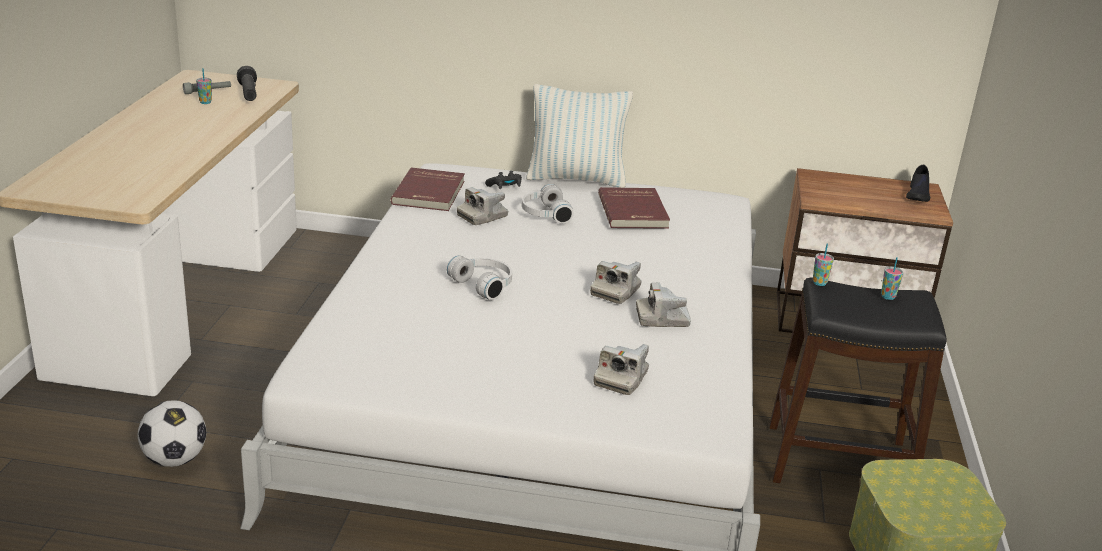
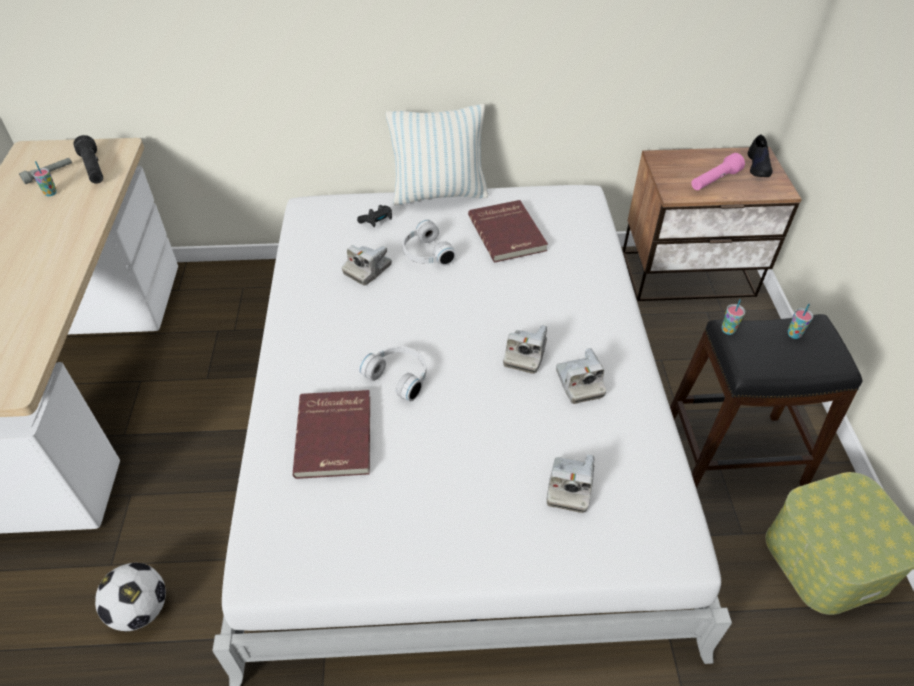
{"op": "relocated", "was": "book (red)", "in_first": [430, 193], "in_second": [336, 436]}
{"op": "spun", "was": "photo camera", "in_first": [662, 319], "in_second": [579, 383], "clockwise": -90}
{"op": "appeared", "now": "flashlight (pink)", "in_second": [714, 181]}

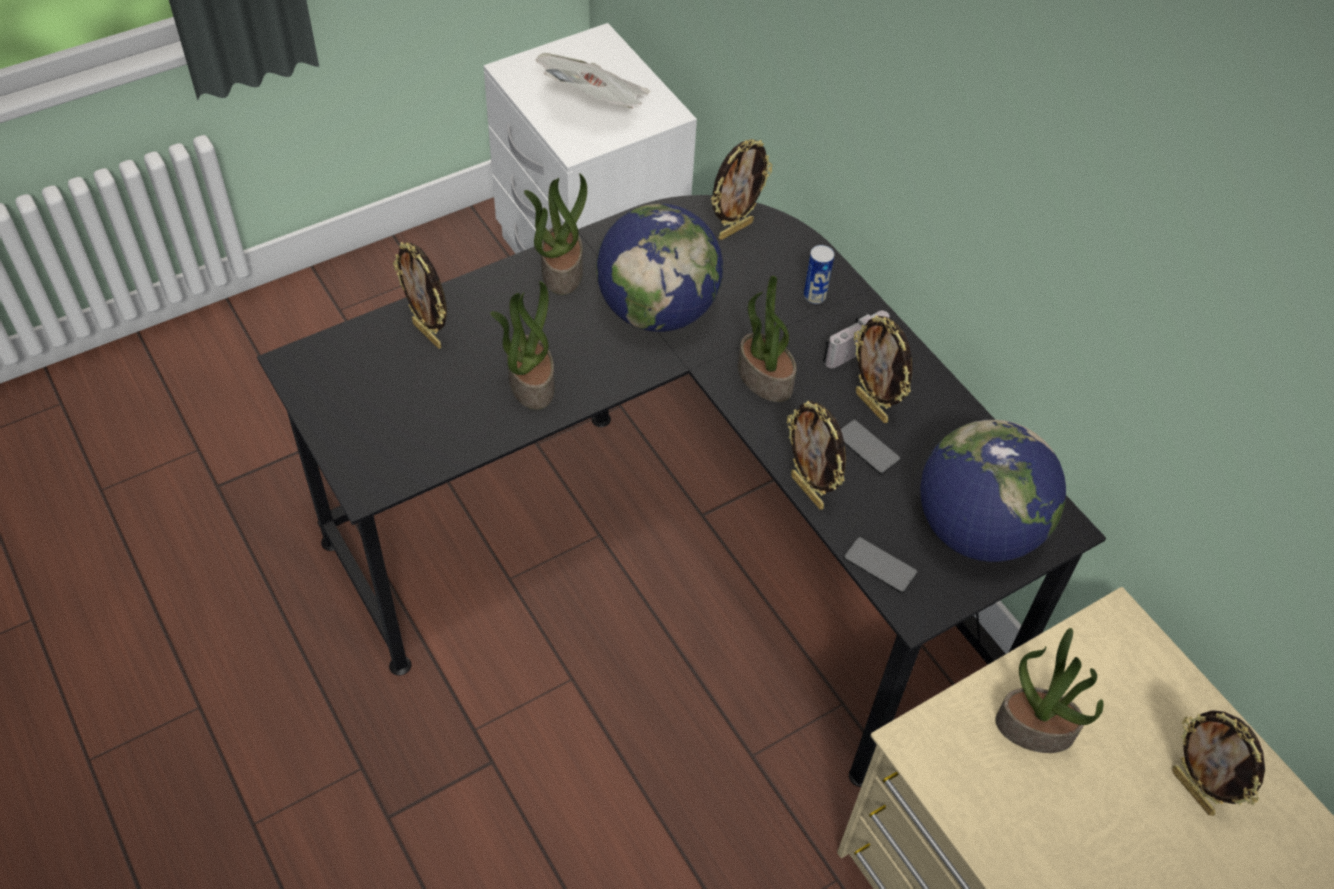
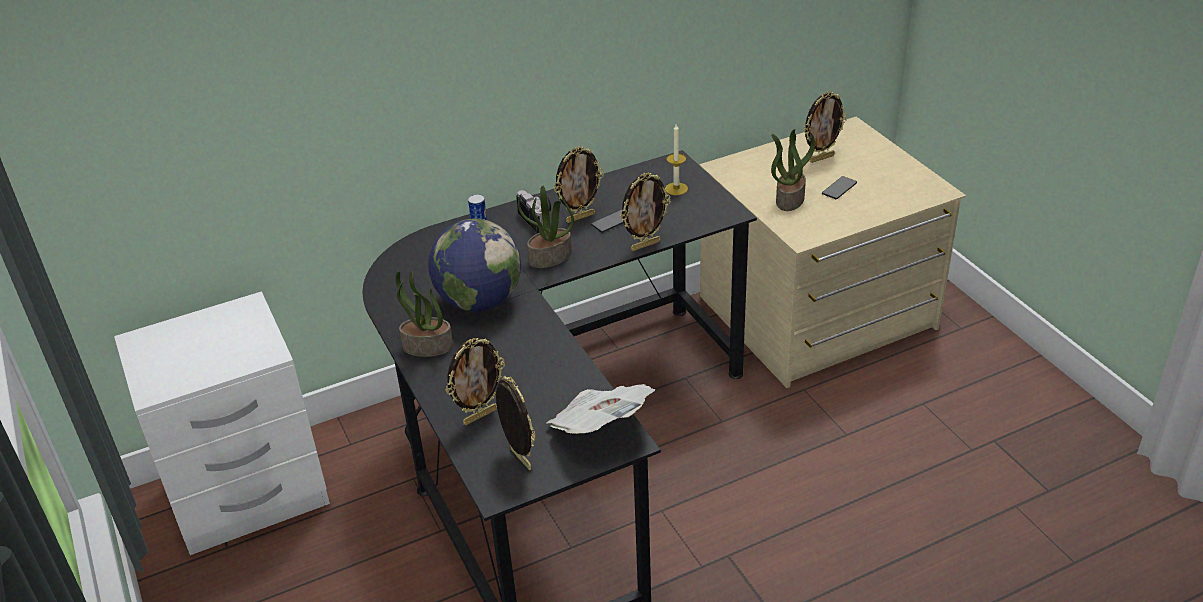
{"op": "relocated", "was": "newspaper", "in_first": [596, 104], "in_second": [600, 427]}
{"op": "relocated", "was": "picture frame", "in_first": [735, 229], "in_second": [519, 459]}
{"op": "missing", "was": "potted plant", "in_first": [530, 382]}
{"op": "exchanged", "was": "globe", "now": "candle", "in_first": [976, 530], "in_second": [676, 189]}
{"op": "relocated", "was": "phone", "in_first": [880, 566], "in_second": [839, 188]}

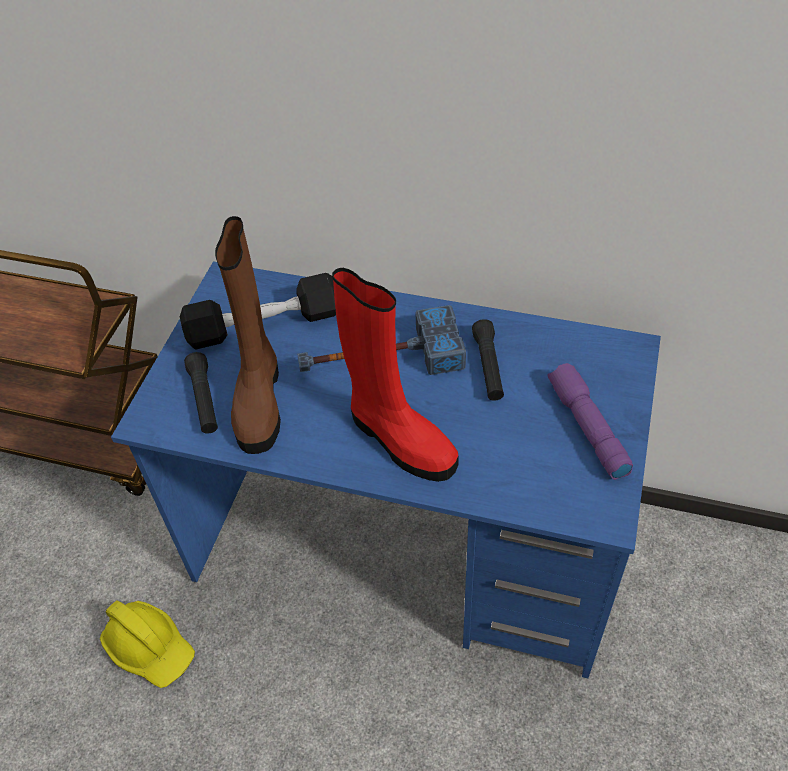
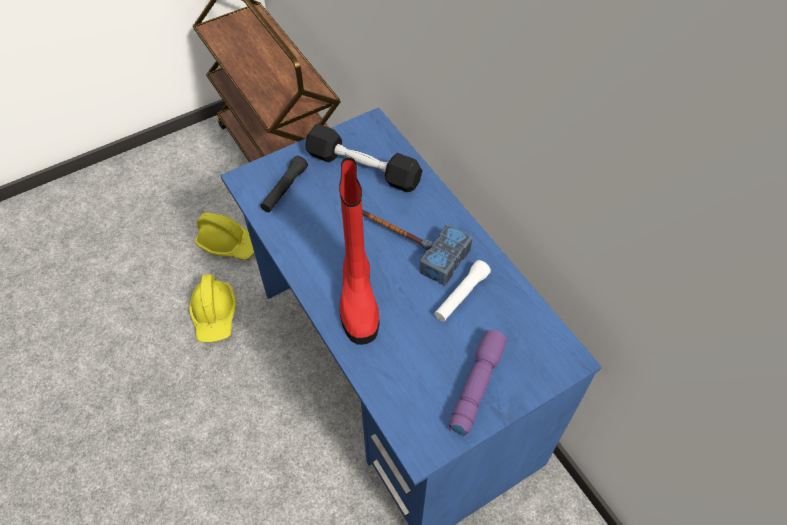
{"op": "missing", "was": "boot (brown)", "in_first": [259, 400]}
{"op": "colour", "was": "flashlight (black)", "now": "flashlight (white)", "in_first": [488, 367], "in_second": [461, 296]}
{"op": "appeared", "now": "hard hat (yellow)", "in_second": [229, 243]}

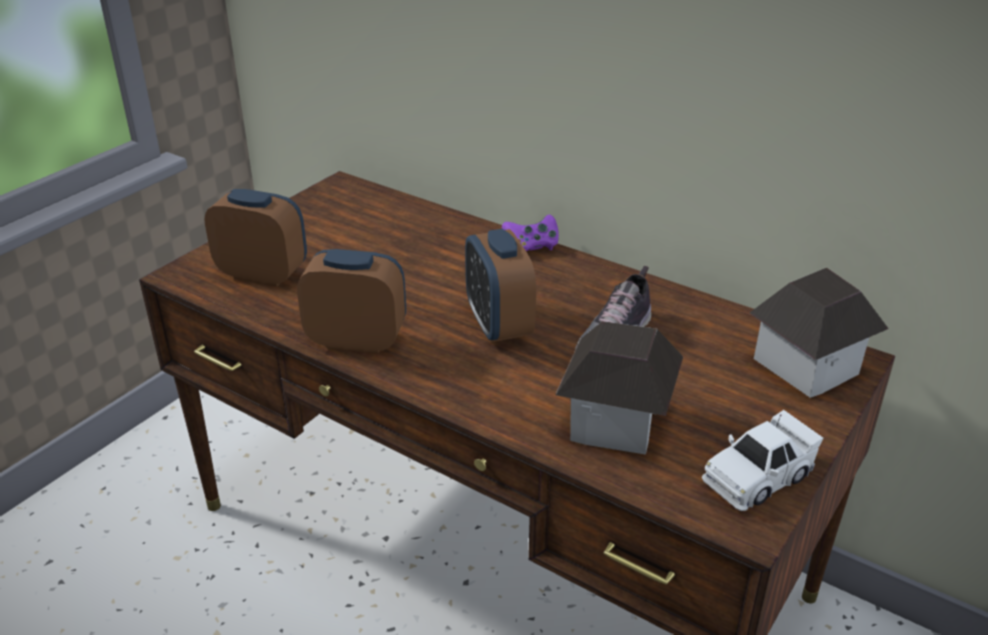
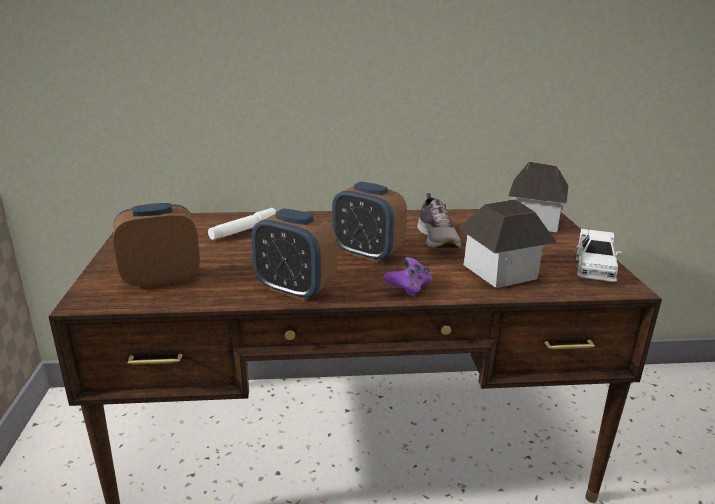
{"op": "relocated", "was": "game controller (purple)", "in_first": [532, 246], "in_second": [408, 288]}
{"op": "spun", "was": "alarm clock", "in_first": [357, 340], "in_second": [294, 289], "clockwise": -120}
{"op": "appeared", "now": "flashlight (white)", "in_second": [244, 231]}

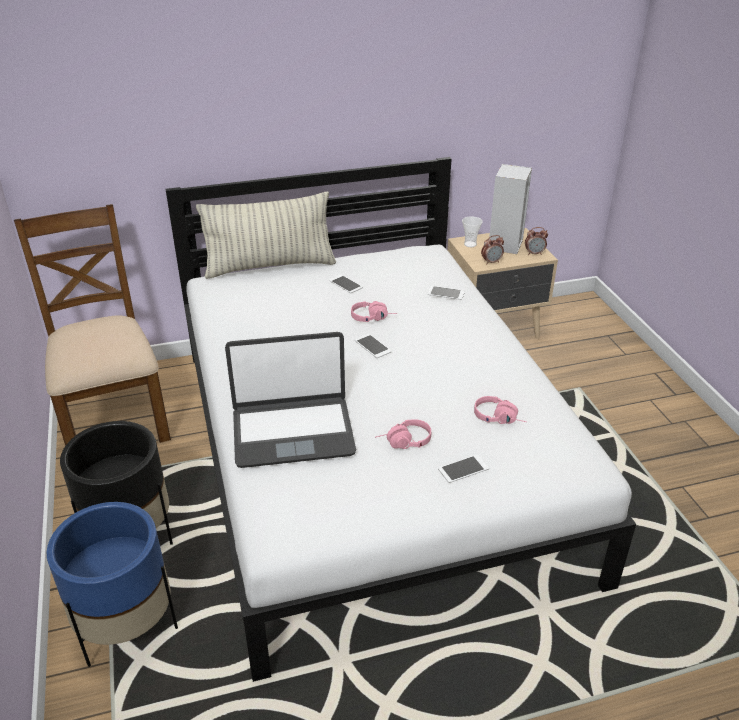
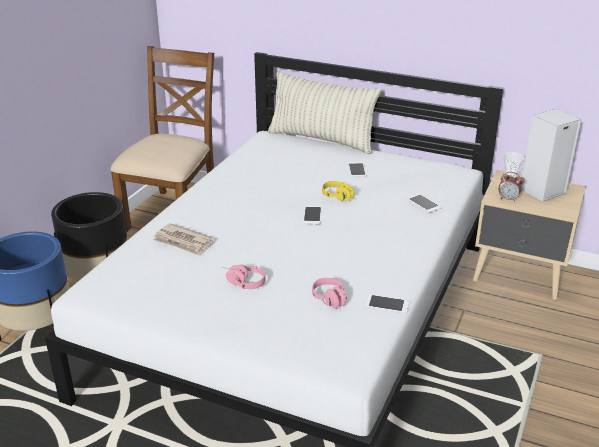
{"op": "missing", "was": "alarm clock", "in_first": [534, 253]}
{"op": "colour", "was": "headphones (pink)", "now": "headphones (yellow)", "in_first": [373, 317], "in_second": [341, 197]}
{"op": "exchanged", "was": "laptop", "now": "newspaper", "in_first": [293, 432], "in_second": [183, 242]}
{"op": "relocated", "was": "phone", "in_first": [463, 469], "in_second": [387, 304]}

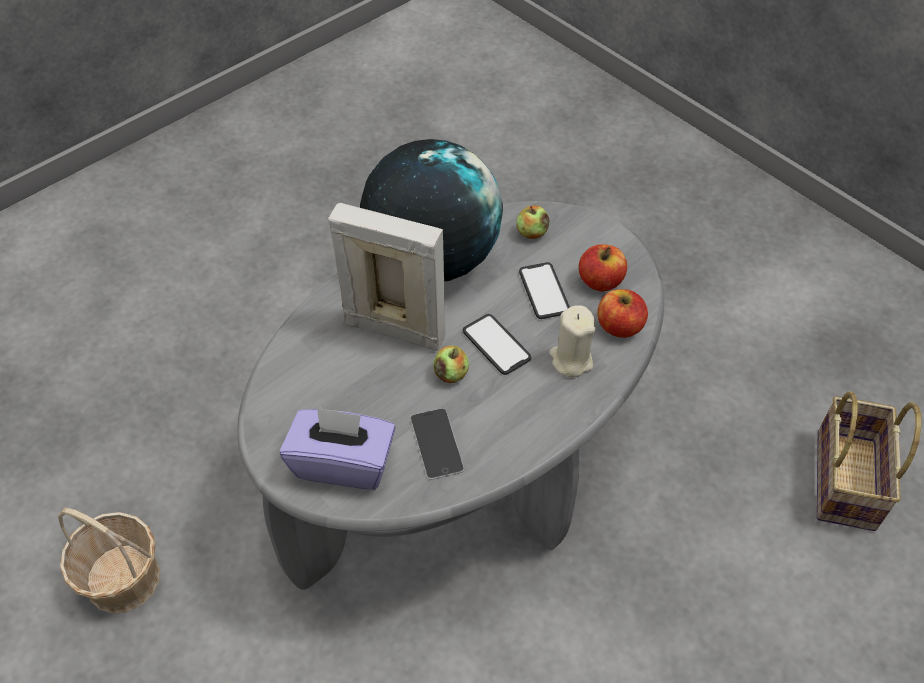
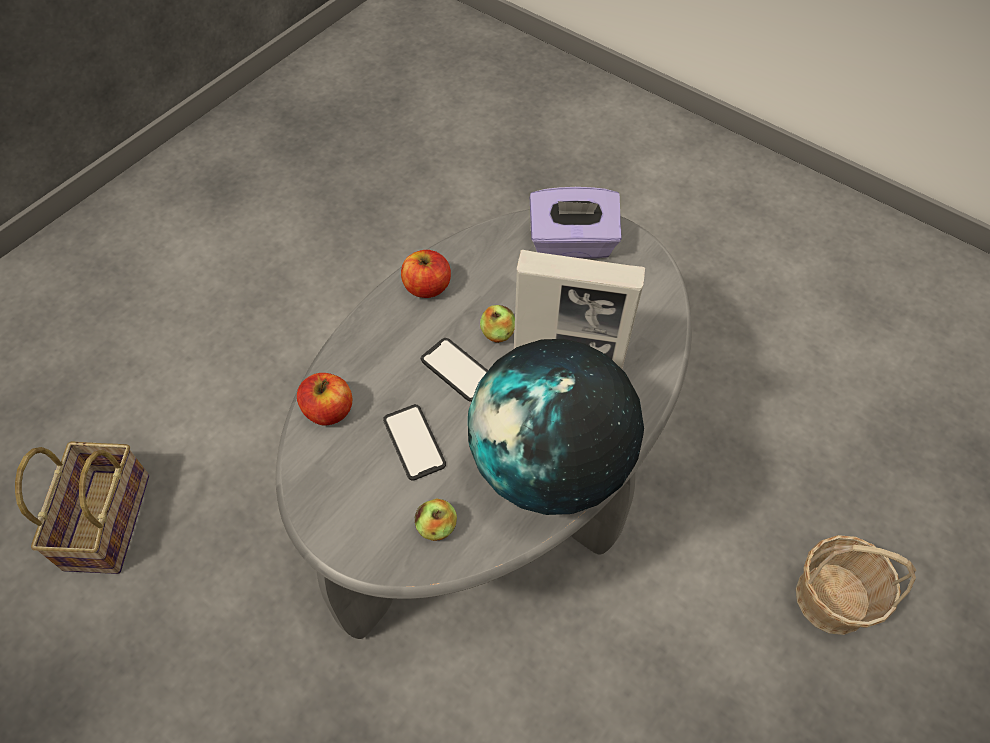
{"op": "relocated", "was": "apple", "in_first": [600, 281], "in_second": [427, 287]}
{"op": "missing", "was": "candle (beige)", "in_first": [571, 360]}
{"op": "missing", "was": "phone", "in_first": [436, 443]}
{"op": "relocated", "was": "basket", "in_first": [123, 579], "in_second": [831, 598]}

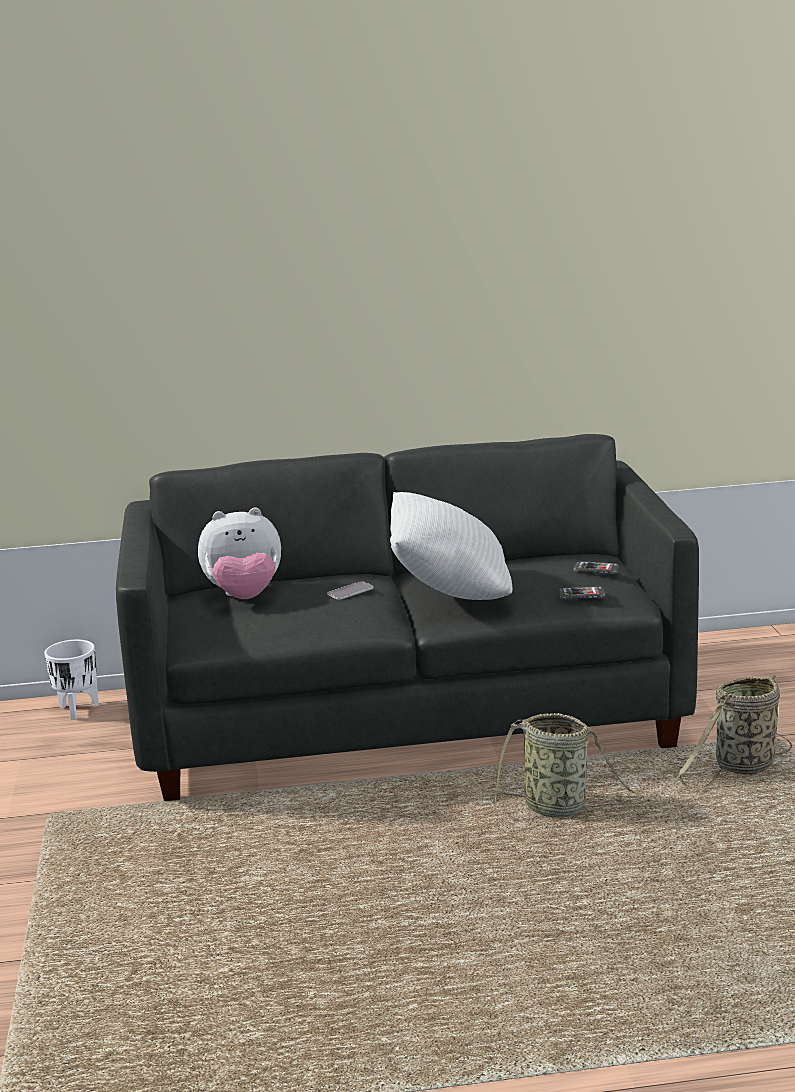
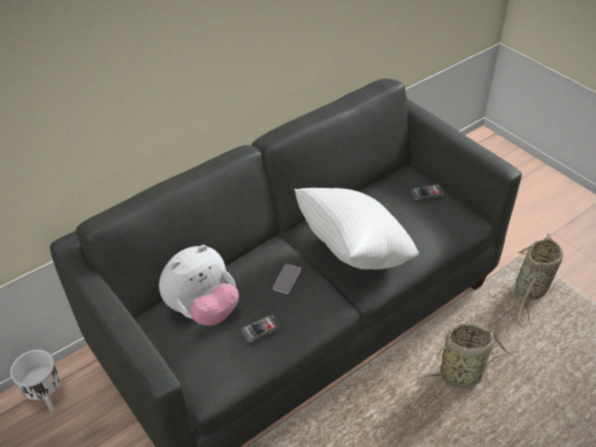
{"op": "relocated", "was": "phone", "in_first": [581, 595], "in_second": [261, 329]}

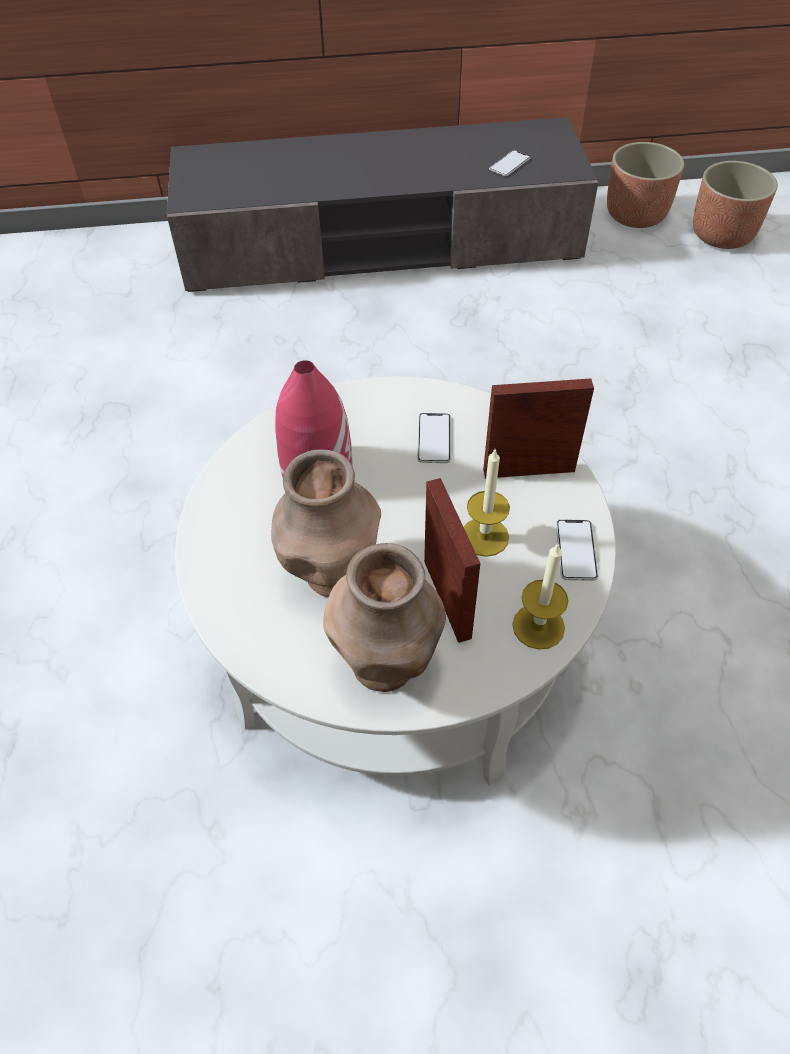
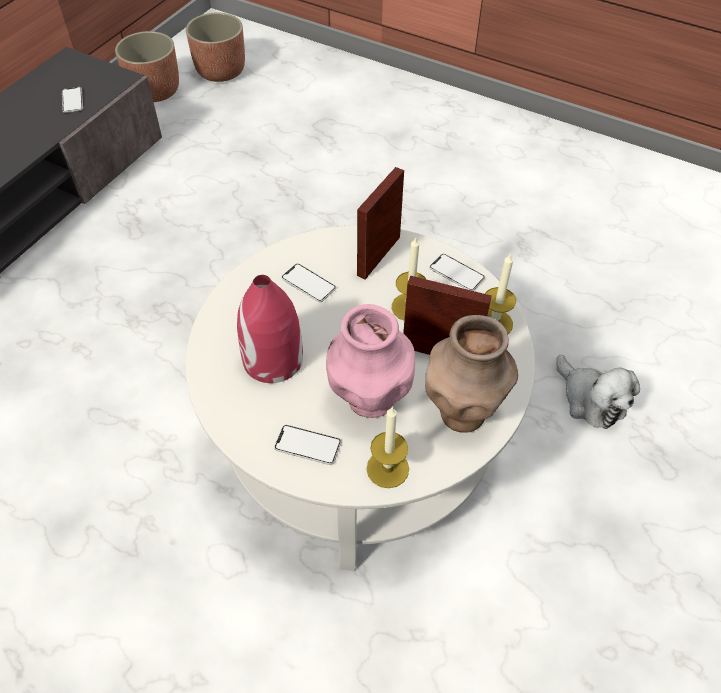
{"op": "colour", "was": "vase (brown)", "now": "vase (pink)", "in_first": [332, 574], "in_second": [369, 400]}
{"op": "appeared", "now": "plush toy", "in_second": [590, 400]}
{"op": "appeared", "now": "candle", "in_second": [387, 468]}
{"op": "appeared", "now": "phone", "in_second": [307, 445]}

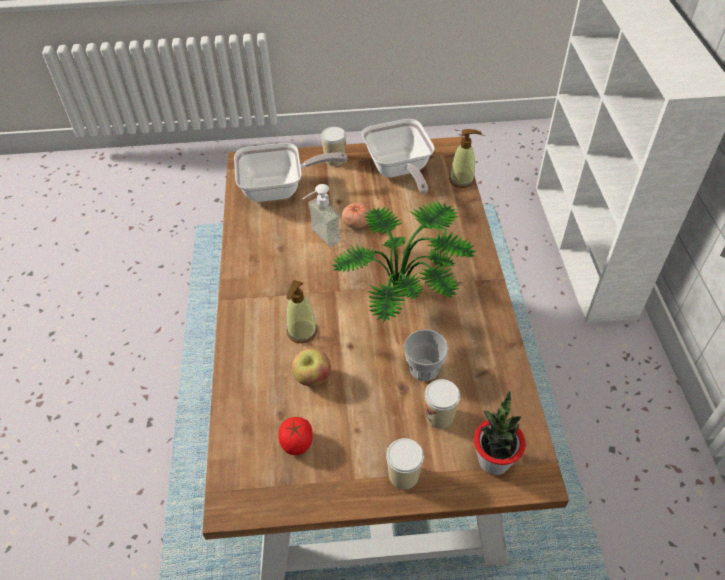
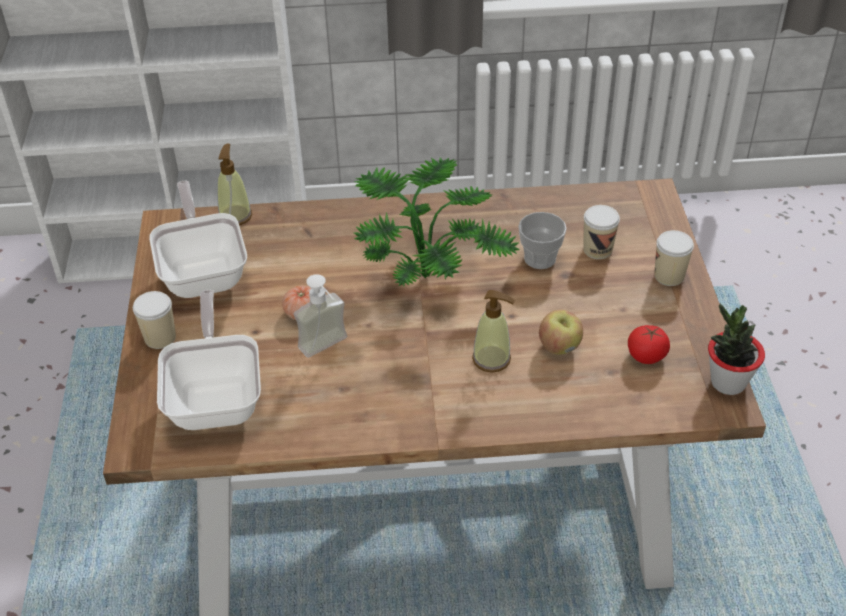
{"op": "spun", "was": "frying pan", "in_first": [399, 171], "in_second": [204, 271], "clockwise": -90}
{"op": "relocated", "was": "potted plant", "in_first": [494, 460], "in_second": [727, 382]}

